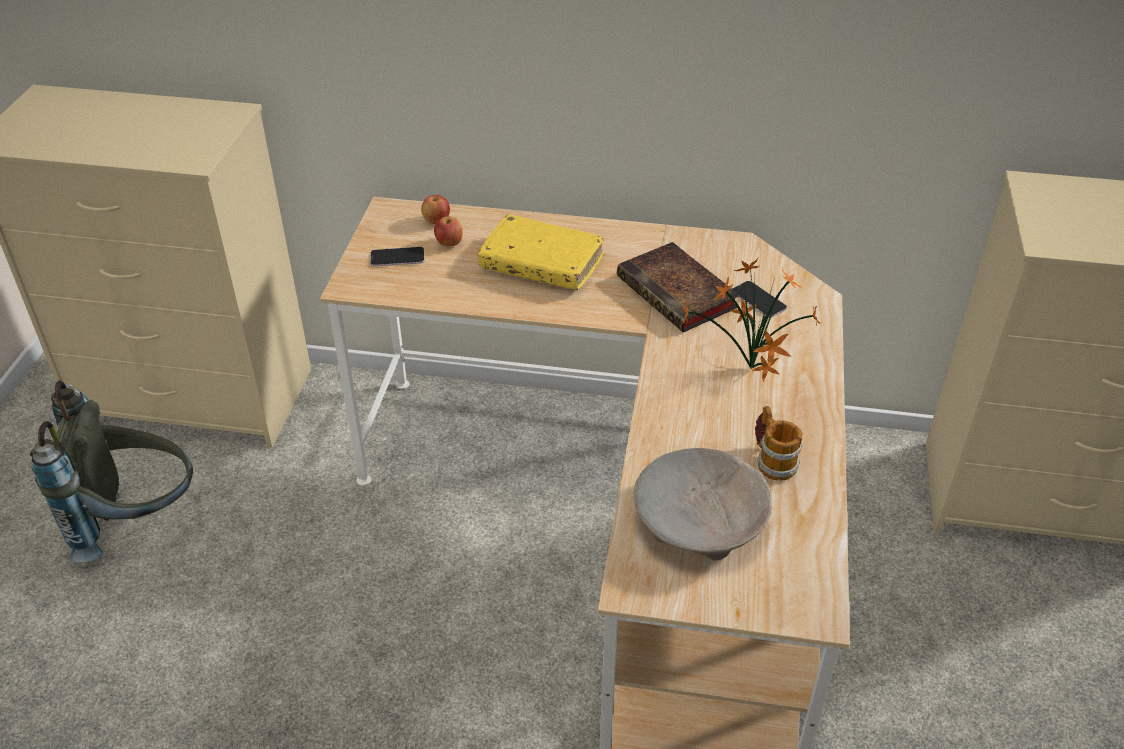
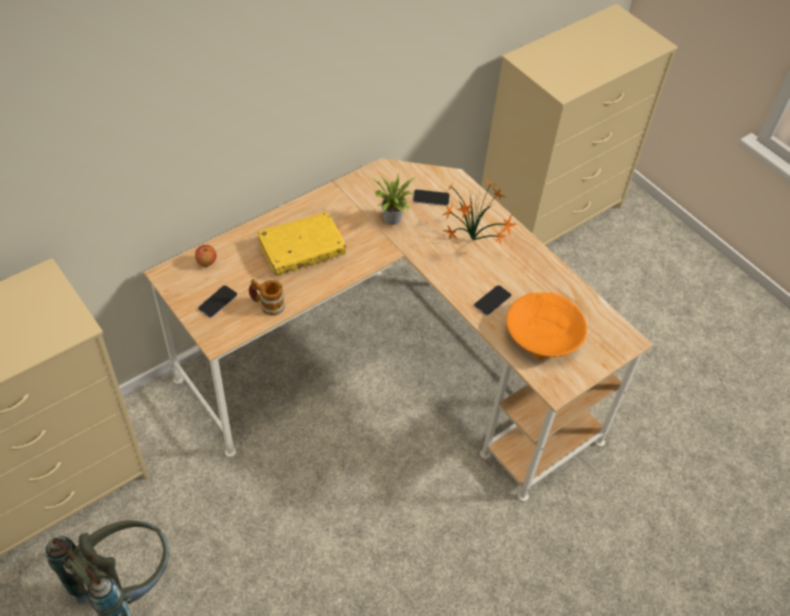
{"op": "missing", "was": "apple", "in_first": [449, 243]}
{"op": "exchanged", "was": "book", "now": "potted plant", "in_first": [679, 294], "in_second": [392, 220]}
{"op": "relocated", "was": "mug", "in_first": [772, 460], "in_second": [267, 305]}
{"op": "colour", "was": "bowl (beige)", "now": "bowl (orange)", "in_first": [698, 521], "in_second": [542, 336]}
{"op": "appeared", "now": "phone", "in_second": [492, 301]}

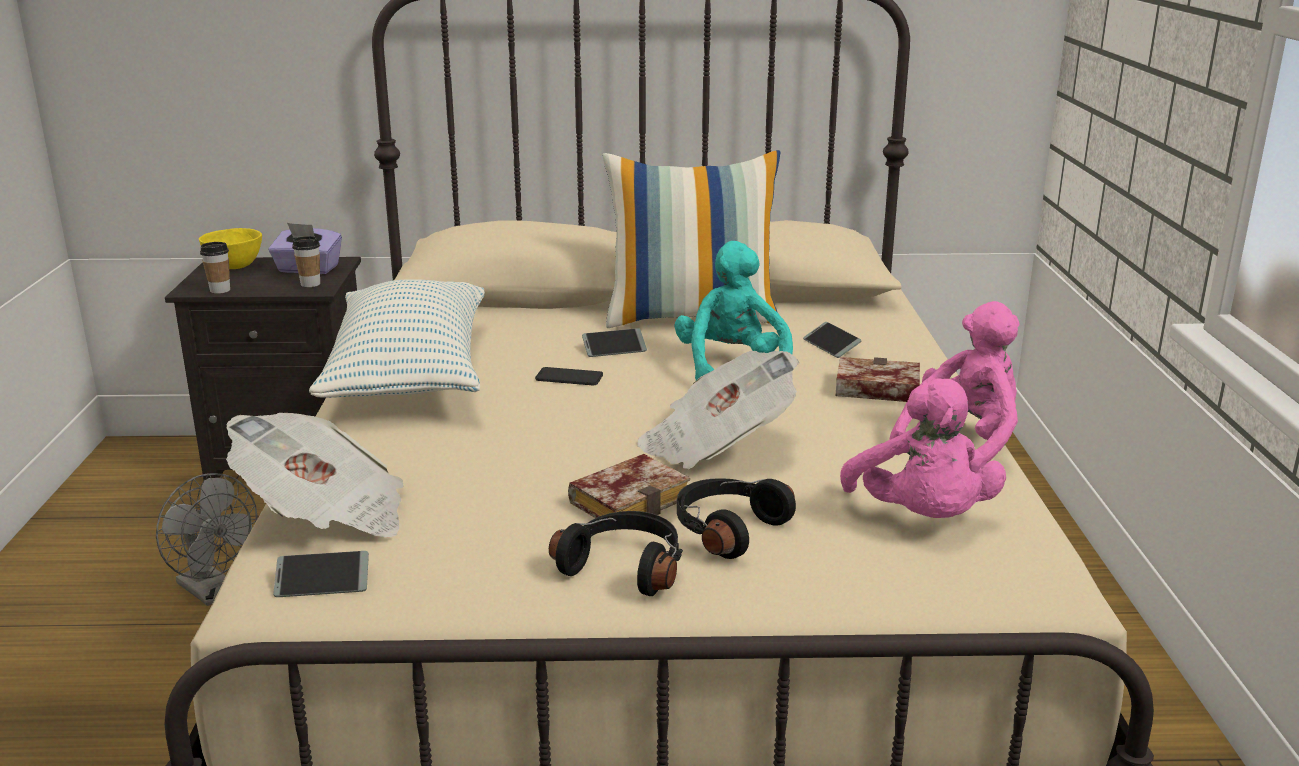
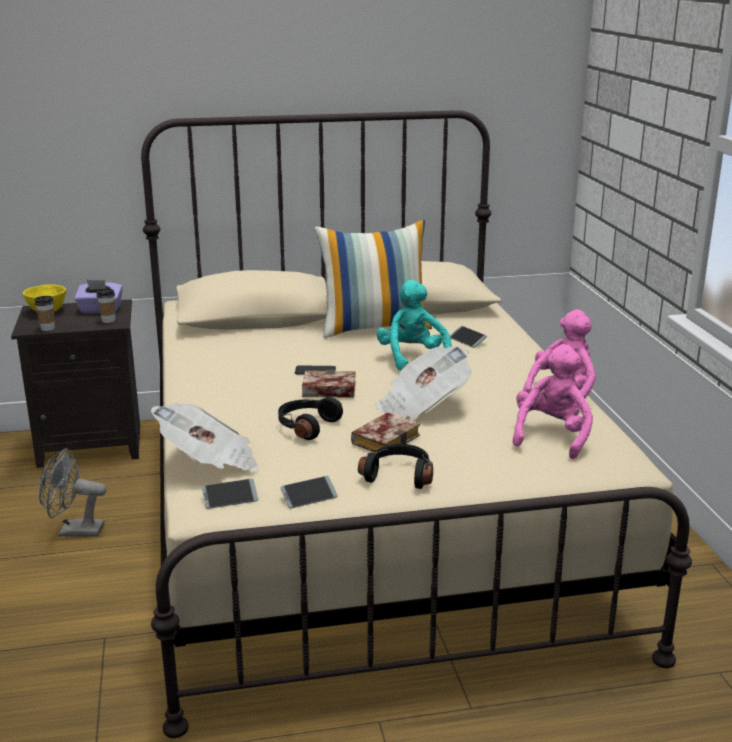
{"op": "missing", "was": "pillow", "in_first": [409, 374]}
{"op": "relocated", "was": "phone", "in_first": [614, 349], "in_second": [309, 497]}
{"op": "relocated", "was": "book", "in_first": [873, 390], "in_second": [326, 391]}
{"op": "spun", "was": "plush toy (pink)", "in_first": [920, 518], "in_second": [552, 436], "clockwise": -135}
{"op": "spun", "was": "fan (grey)", "in_first": [214, 592], "in_second": [74, 531], "clockwise": 150}
{"op": "relocated", "was": "headphones (black)", "in_first": [726, 529], "in_second": [306, 426]}

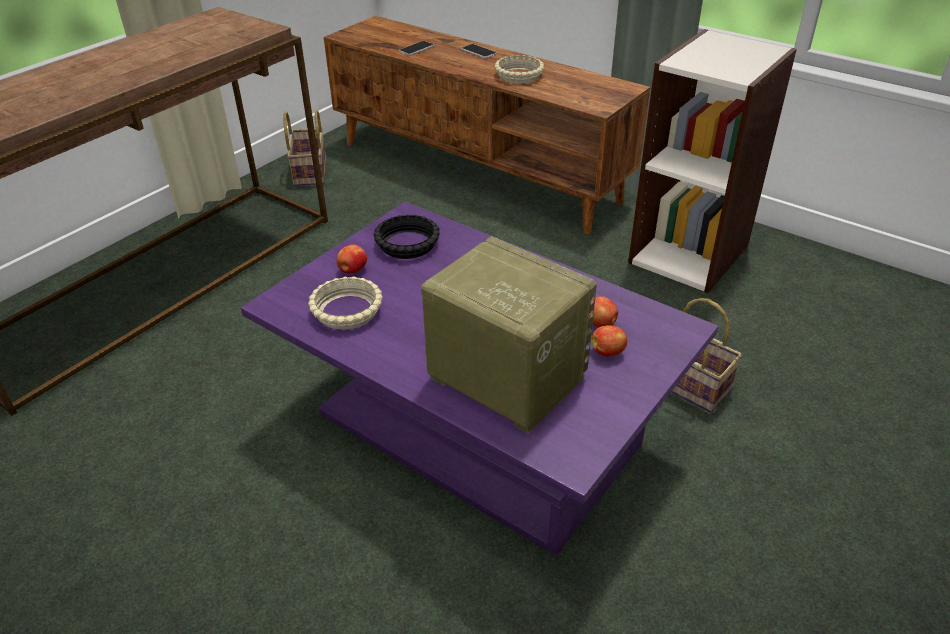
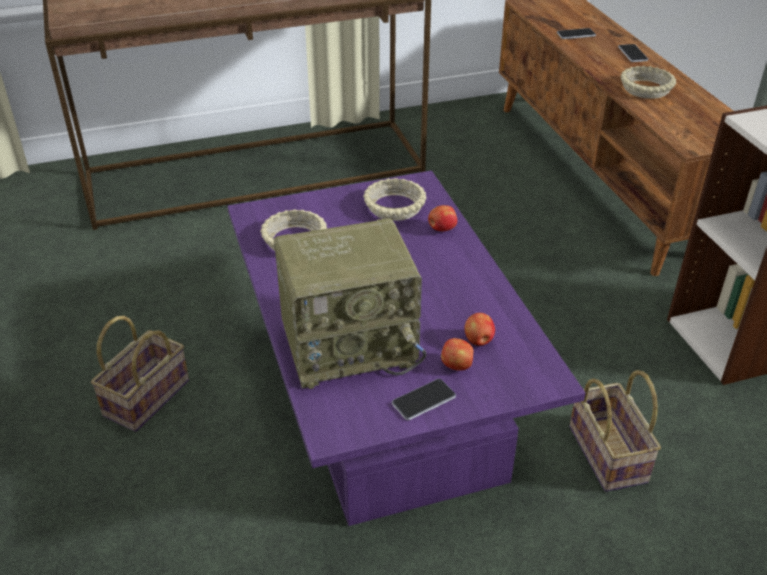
{"op": "relocated", "was": "basket", "in_first": [309, 171], "in_second": [147, 396]}
{"op": "colour", "was": "bowl (black)", "now": "bowl (beige)", "in_first": [407, 243], "in_second": [395, 206]}
{"op": "spun", "was": "radio", "in_first": [503, 378], "in_second": [351, 344], "clockwise": 90}
{"op": "relocated", "was": "apple", "in_first": [352, 270], "in_second": [441, 229]}
{"op": "appeared", "now": "phone", "in_second": [424, 400]}

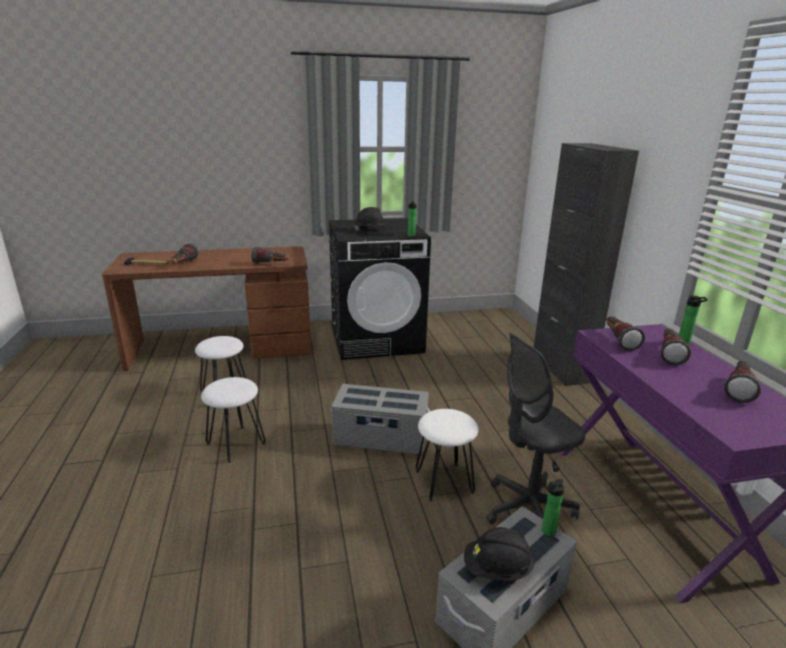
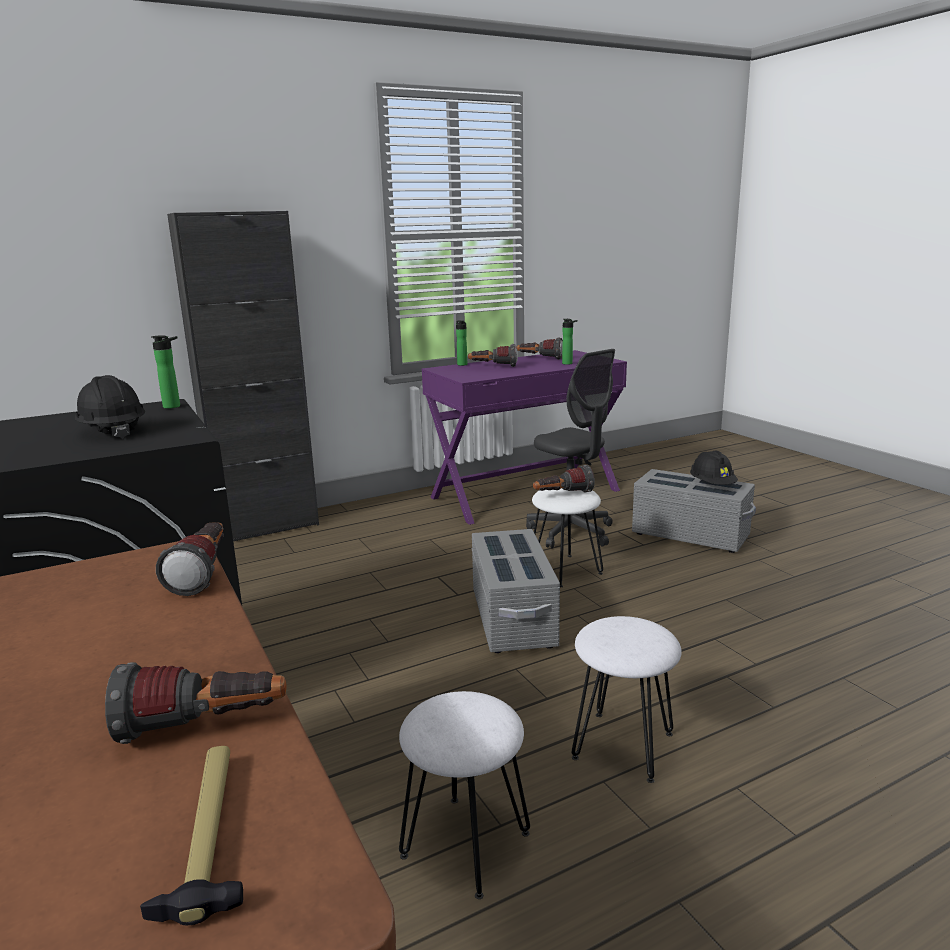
{"op": "relocated", "was": "flashlight", "in_first": [618, 340], "in_second": [562, 495]}
{"op": "relocated", "was": "bottle", "in_first": [547, 532], "in_second": [568, 363]}

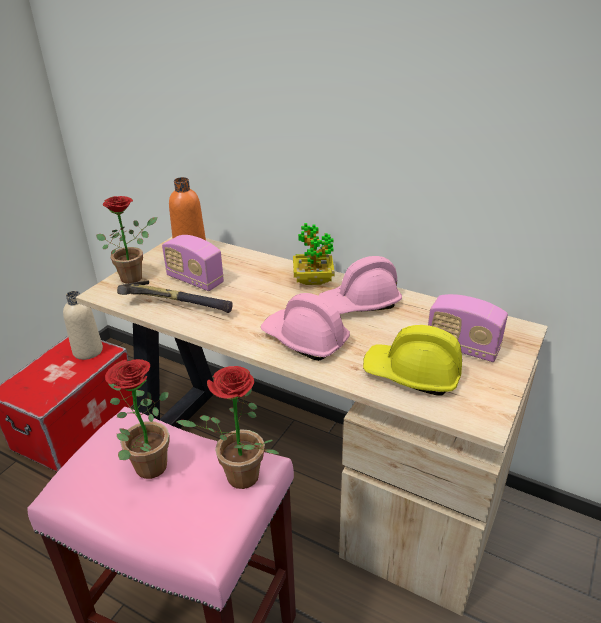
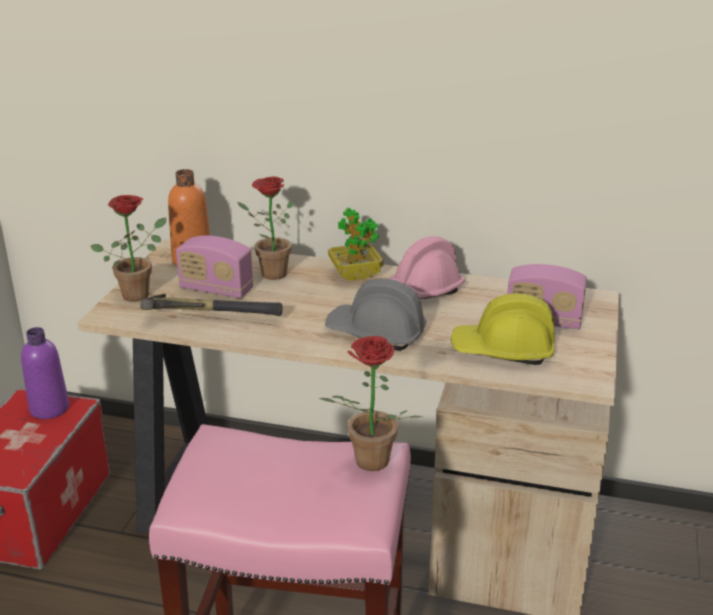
{"op": "colour", "was": "bottle (beige)", "now": "bottle (purple)", "in_first": [88, 351], "in_second": [49, 408]}
{"op": "colour", "was": "hard hat (pink)", "now": "hard hat (grey)", "in_first": [304, 340], "in_second": [376, 333]}
{"op": "relocated", "was": "potted plant", "in_first": [145, 464], "in_second": [268, 273]}

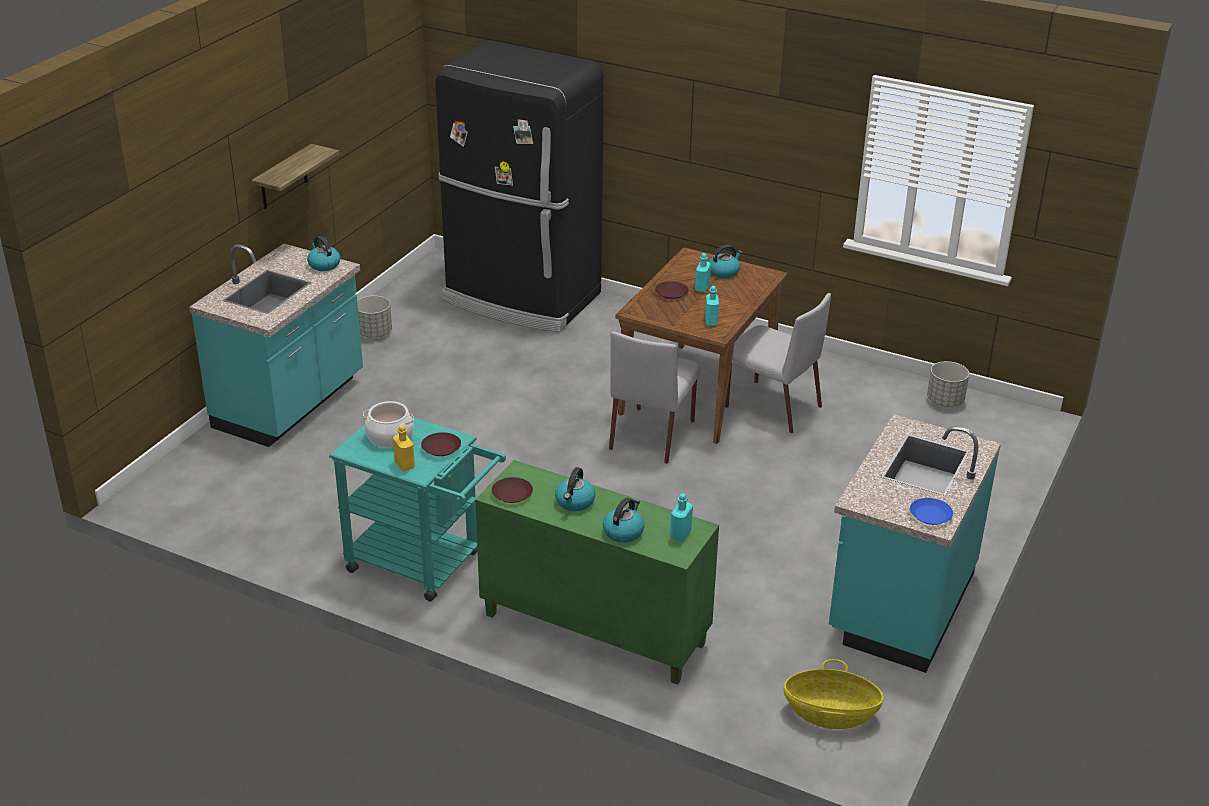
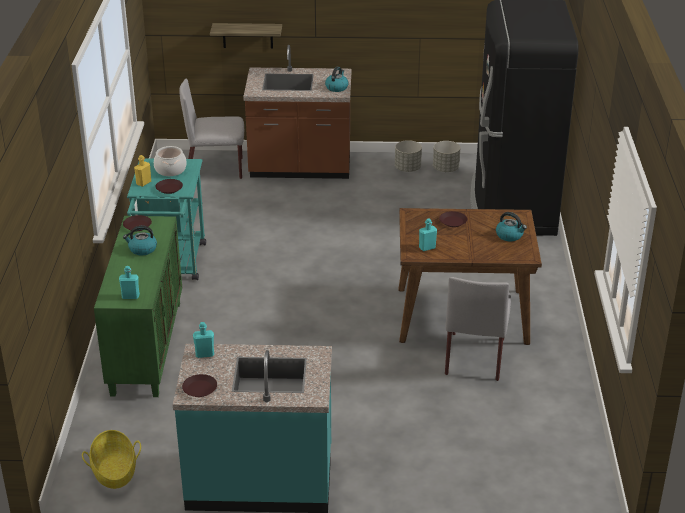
{"op": "relocated", "was": "shelf", "in_first": [283, 178], "in_second": [247, 35]}
{"op": "colour", "was": "counter (turquoise)", "now": "counter (brown)", "in_first": [291, 404], "in_second": [300, 168]}
{"op": "relocated", "was": "bottle (turquoise)", "in_first": [702, 288], "in_second": [204, 354]}
{"op": "relocated", "was": "chair (grey)", "in_first": [652, 434], "in_second": [216, 169]}
{"op": "relocated", "was": "planter (grey)", "in_first": [945, 401], "in_second": [446, 169]}
{"op": "missing", "was": "kettle", "in_first": [623, 532]}
{"op": "colour", "was": "plate (blue)", "now": "plate (brown)", "in_first": [930, 515], "in_second": [199, 388]}

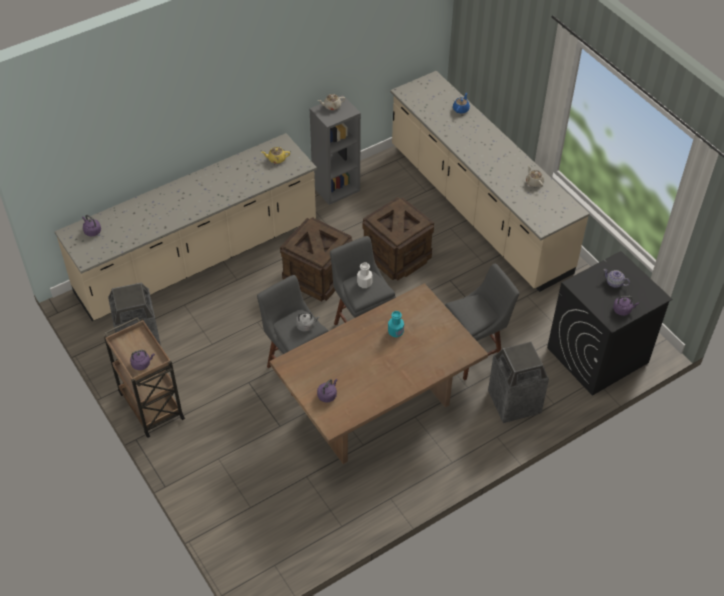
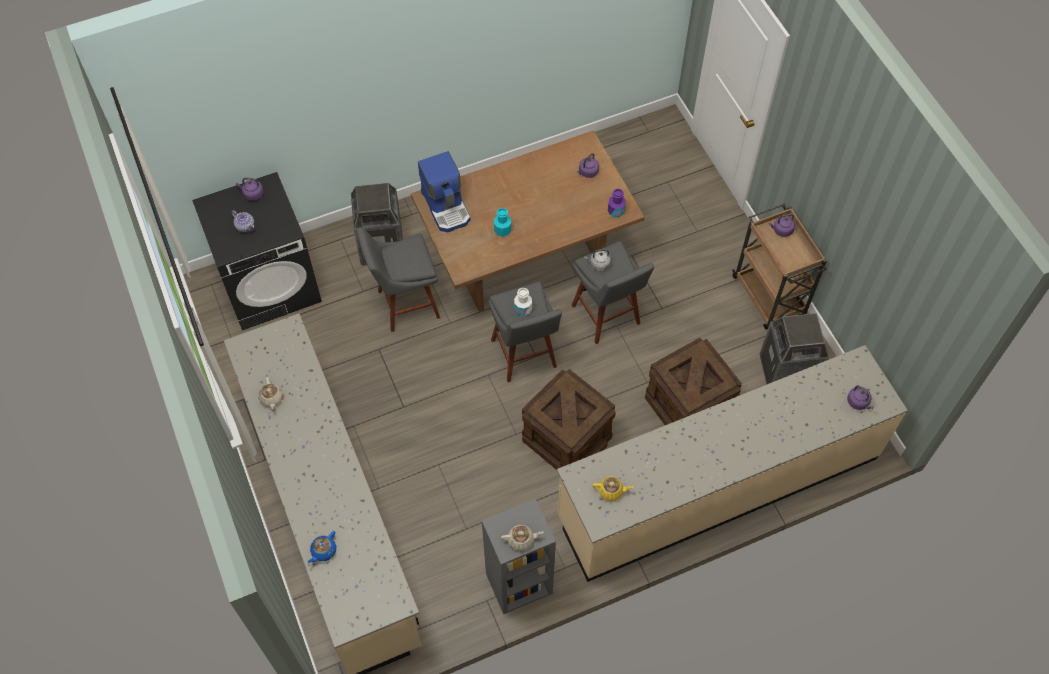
{"op": "relocated", "was": "crate", "in_first": [397, 255], "in_second": [688, 404]}
{"op": "appeared", "now": "coffee machine", "in_second": [447, 206]}
{"op": "appeared", "now": "bottle (purple)", "in_second": [616, 211]}

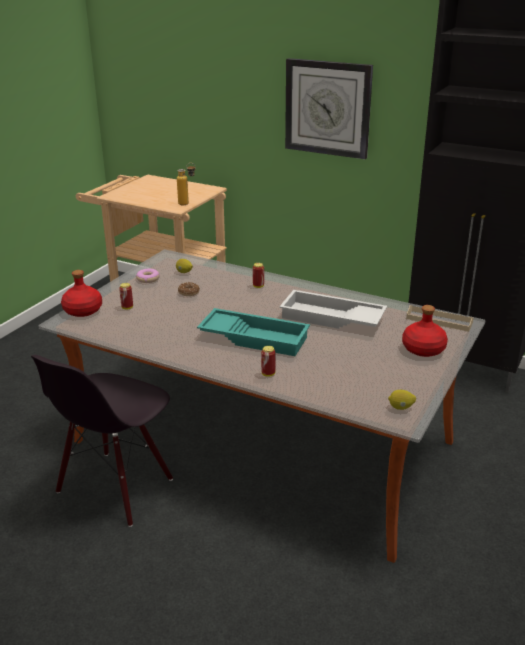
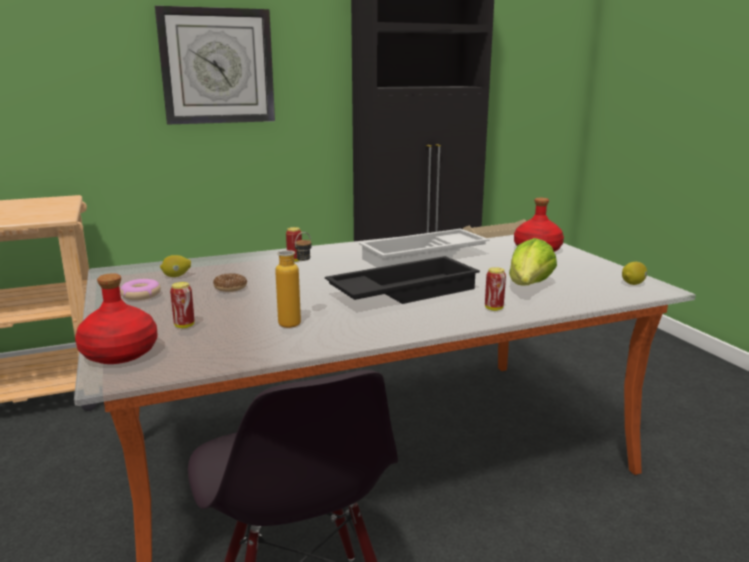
{"op": "relocated", "was": "bottle", "in_first": [187, 204], "in_second": [297, 321]}
{"op": "colour", "was": "tray (turquoise)", "now": "tray (black)", "in_first": [255, 337], "in_second": [403, 291]}
{"op": "appeared", "now": "lettuce", "in_second": [529, 287]}

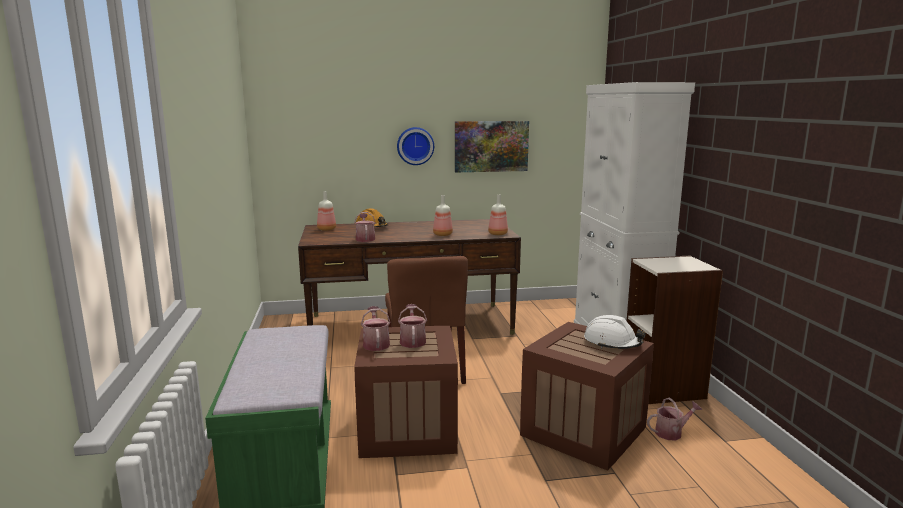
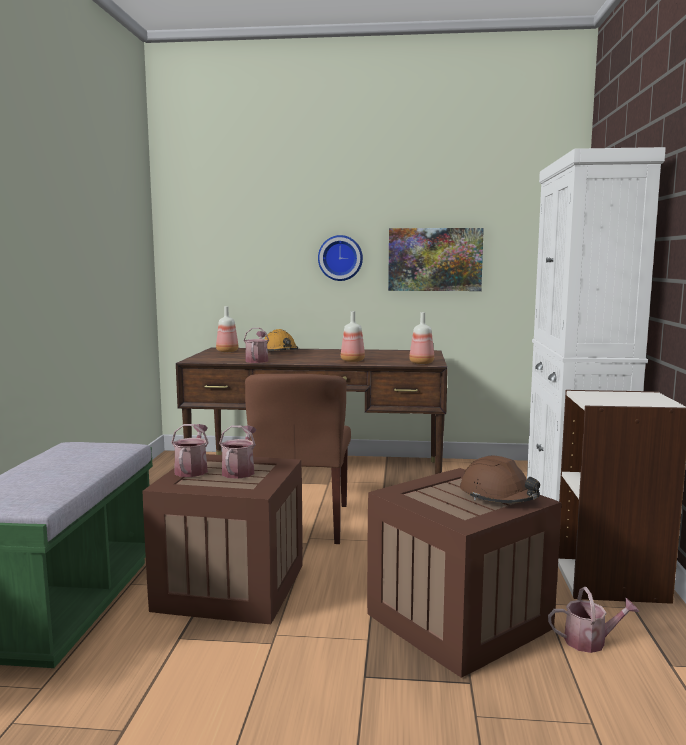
{"op": "colour", "was": "hard hat (white)", "now": "hard hat (brown)", "in_first": [612, 343], "in_second": [498, 496]}

